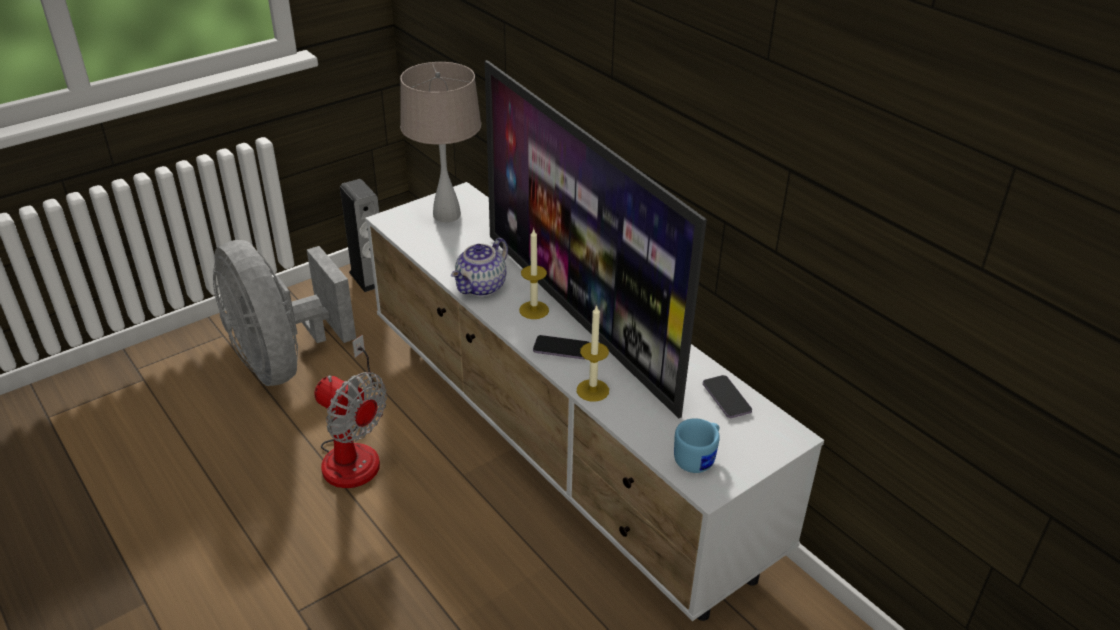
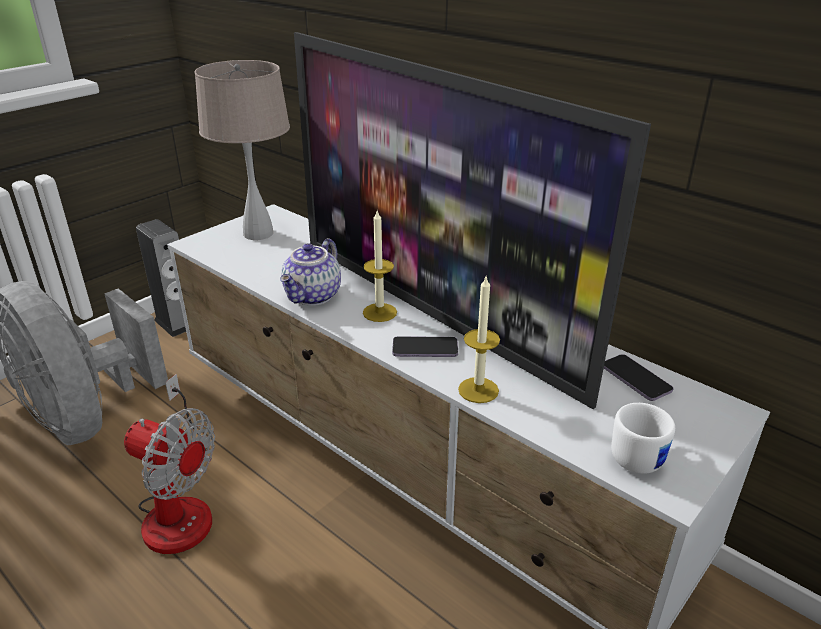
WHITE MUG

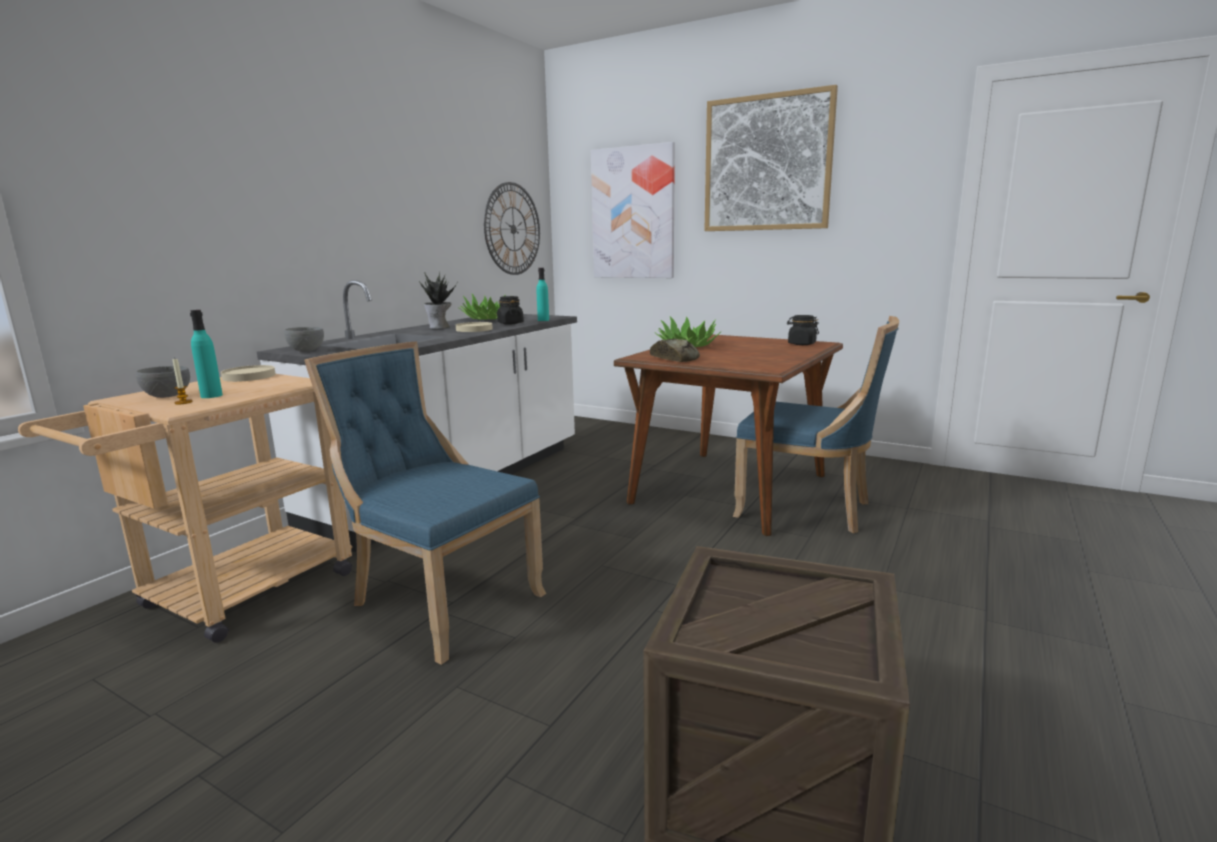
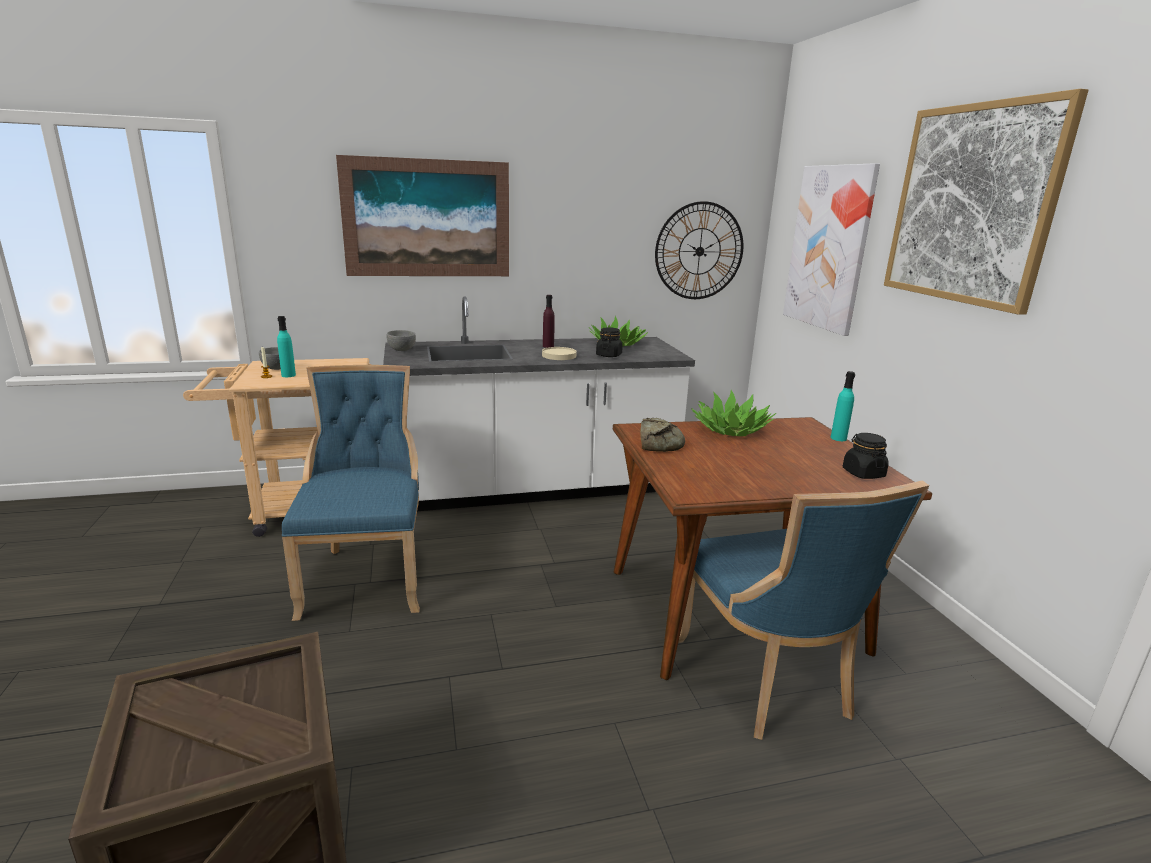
TURQUOISE BOTTLE (no. 2 from left)
PURPLE BOTTLE
BEIGE PLATE (no. 1 from left in the first image)
PICTURE (no. 1 from left)

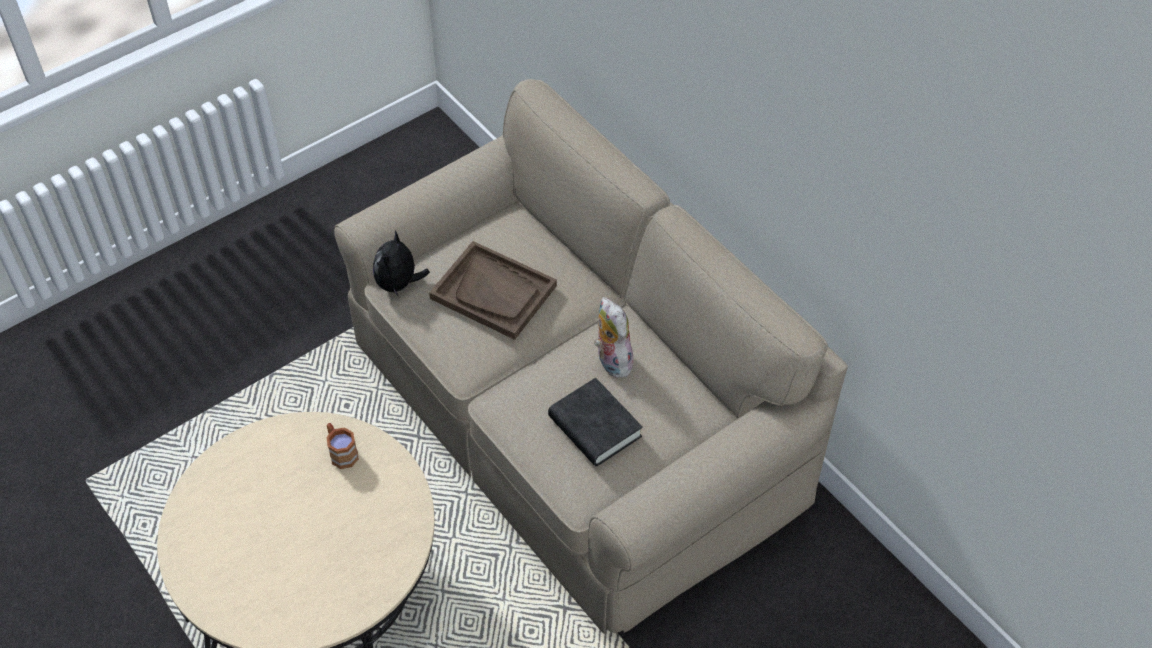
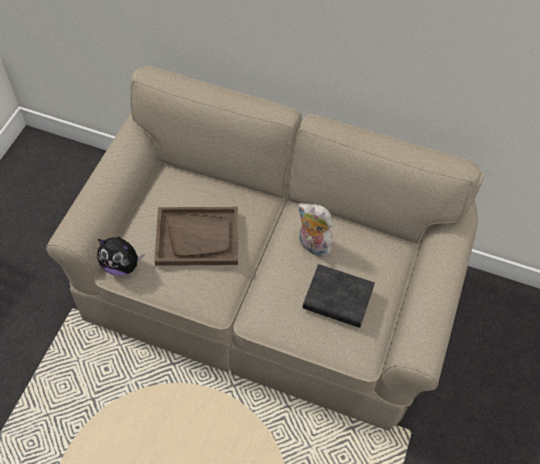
PLUSH TOY (no. 1 from left)
BROWN MUG

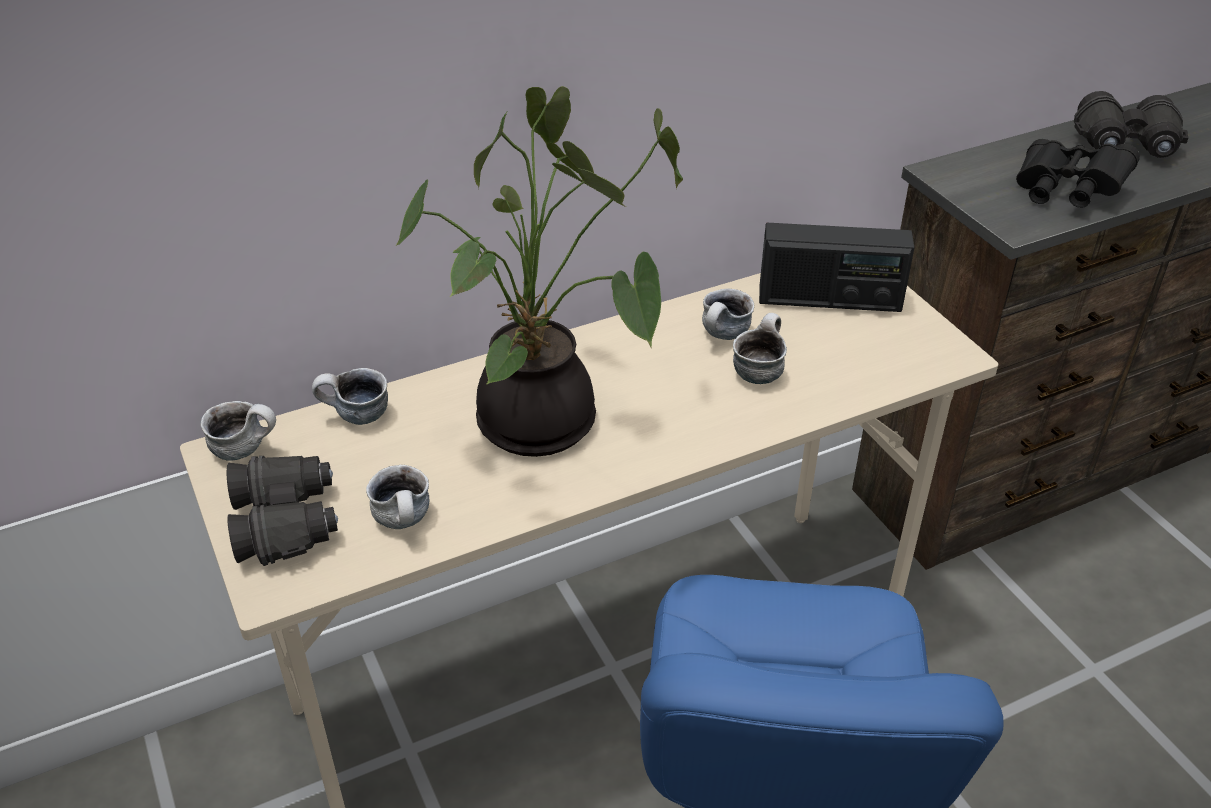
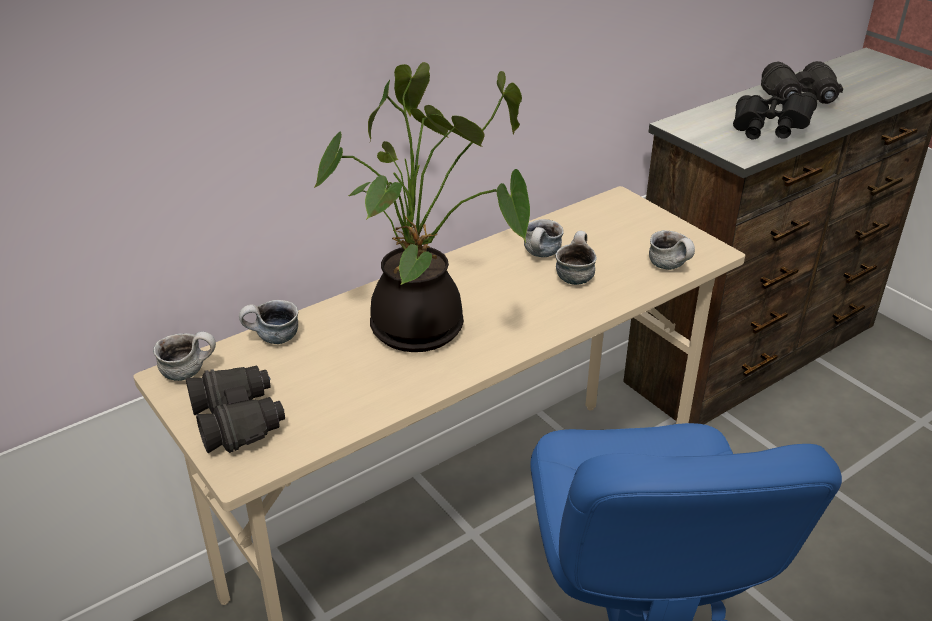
RADIO
MUG (no. 5 from left)

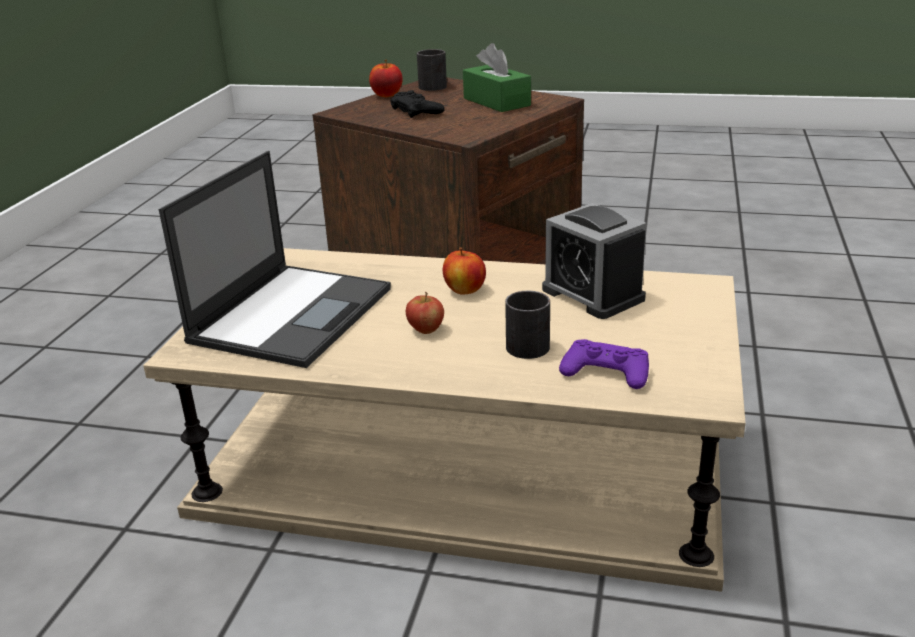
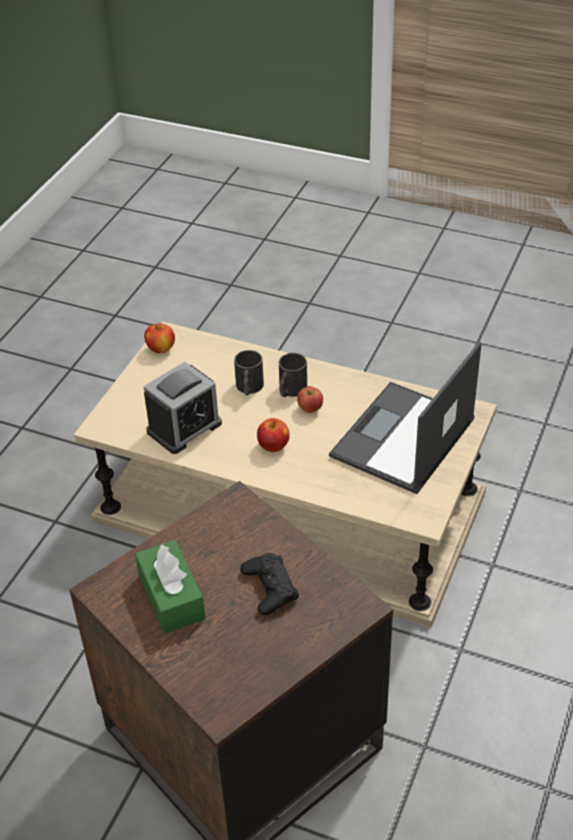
BLACK MUG (no. 2 from left)
APPLE (no. 1 from left)
ALARM CLOCK
PURPLE GAME CONTROLLER

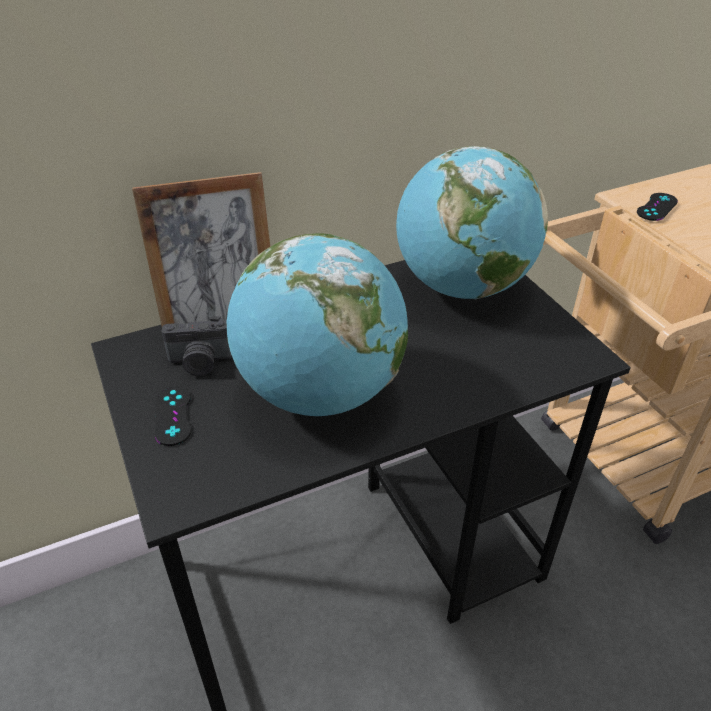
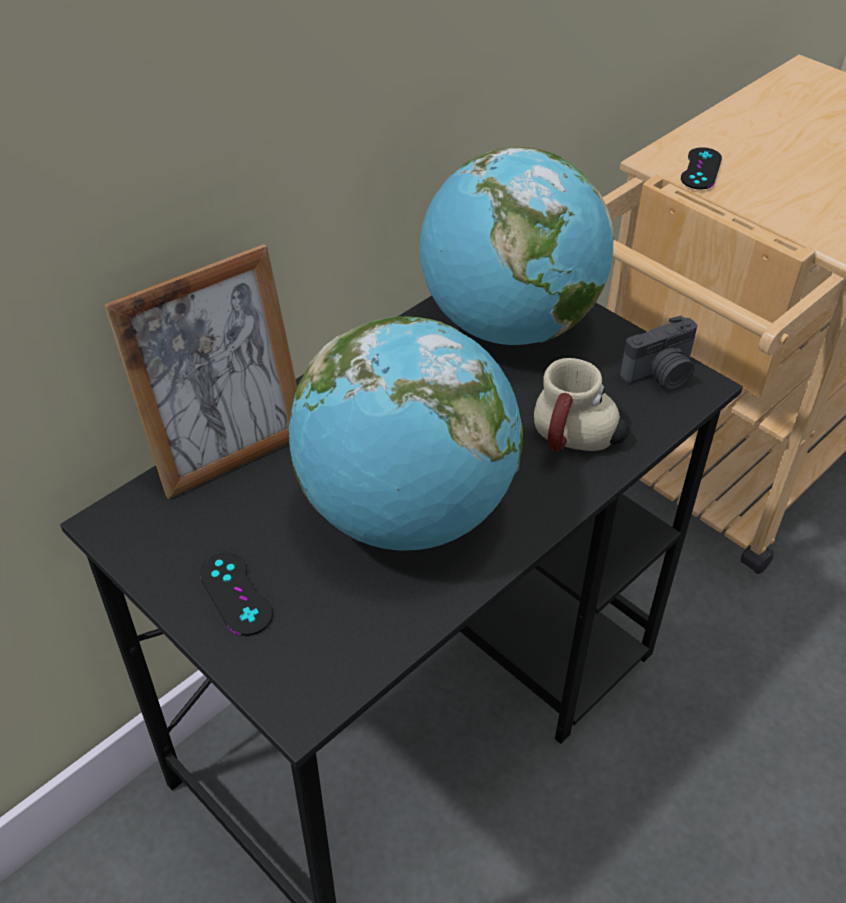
PHOTO CAMERA
MUG

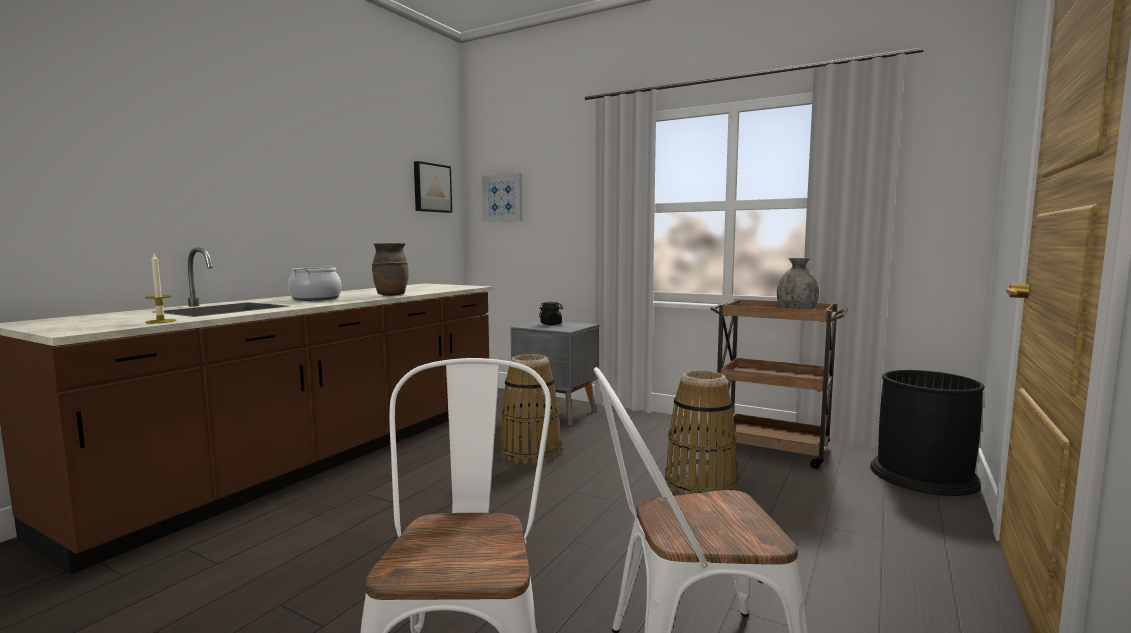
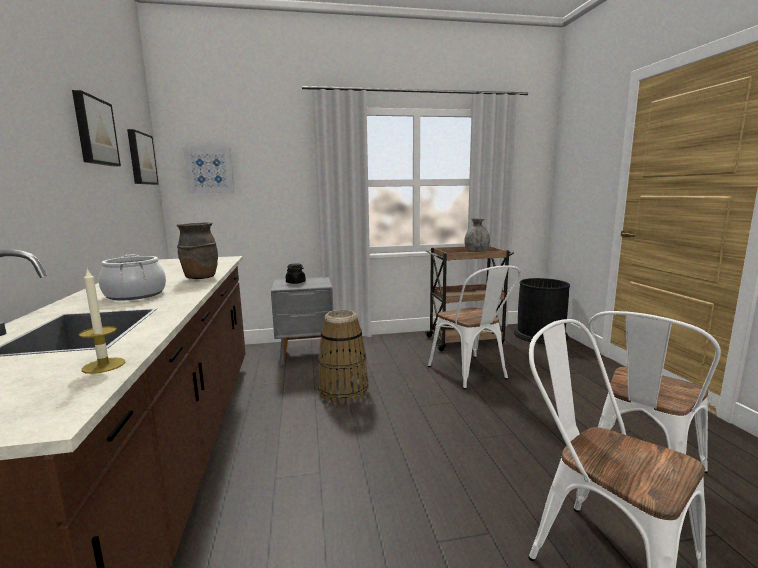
WHITE CHAIR (no. 1 from left)
PICTURE (no. 1 from left)

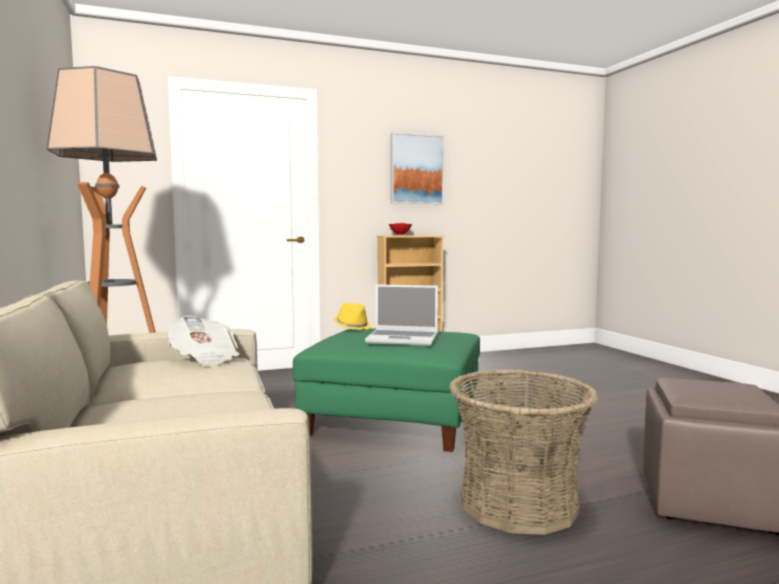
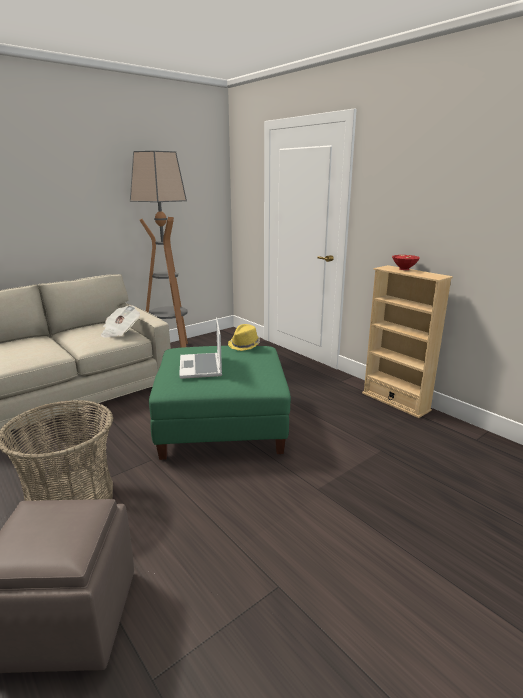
PICTURE

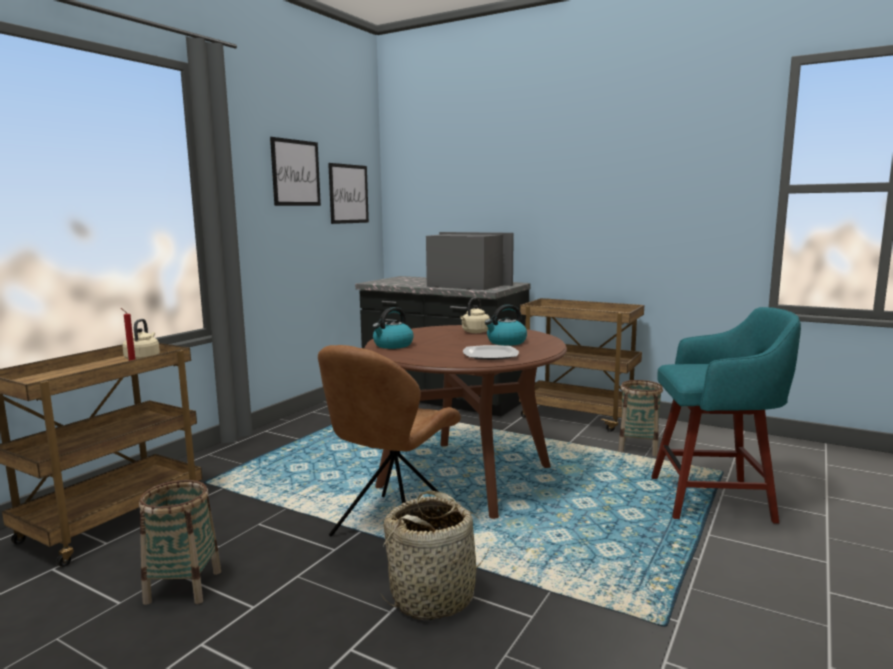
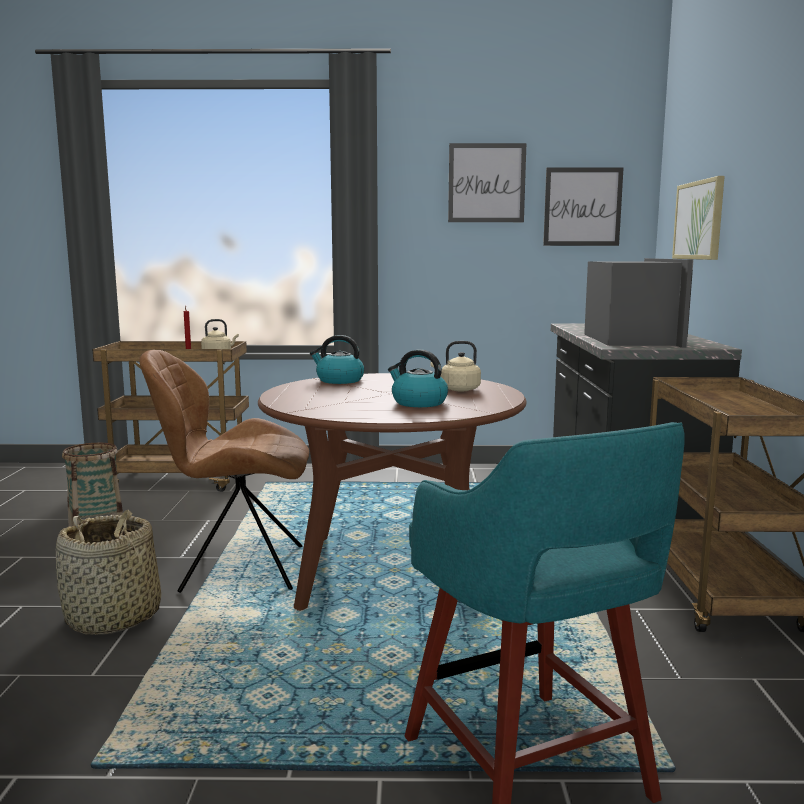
PLATE
BASKET (no. 3 from left in the first image)
PICTURE (no. 3 from left)

